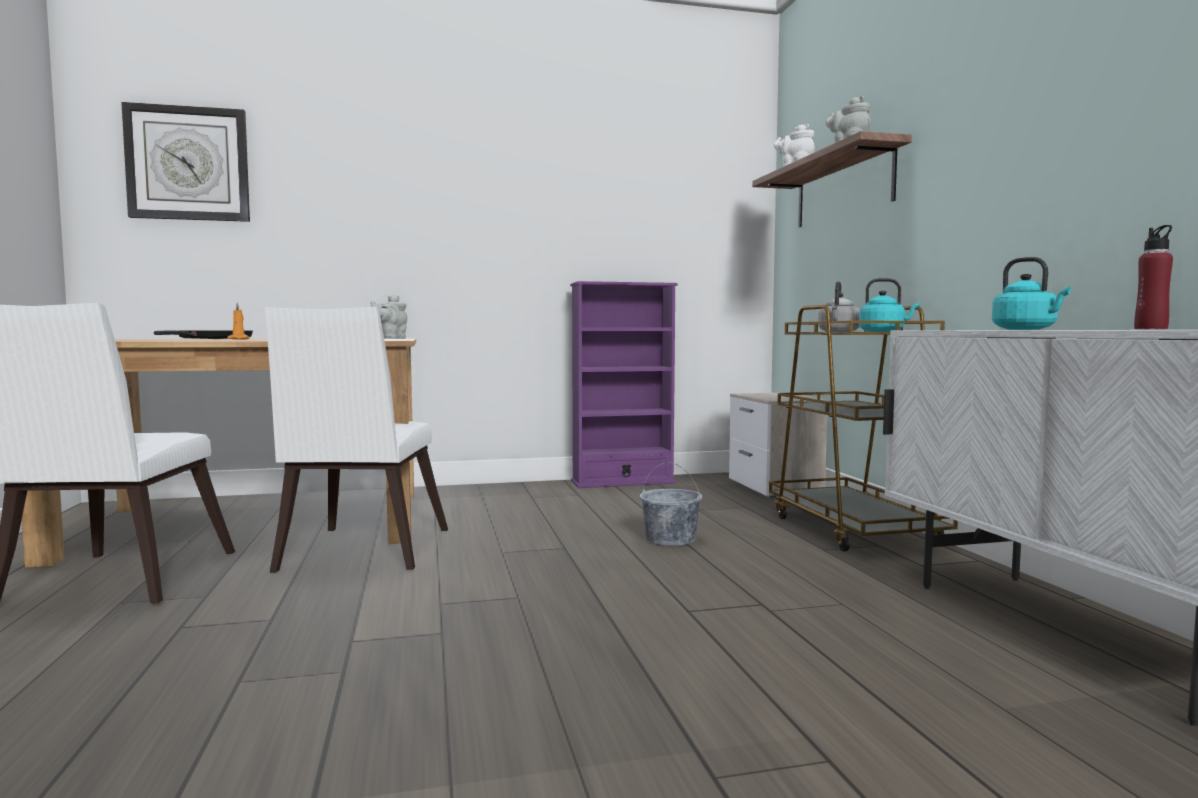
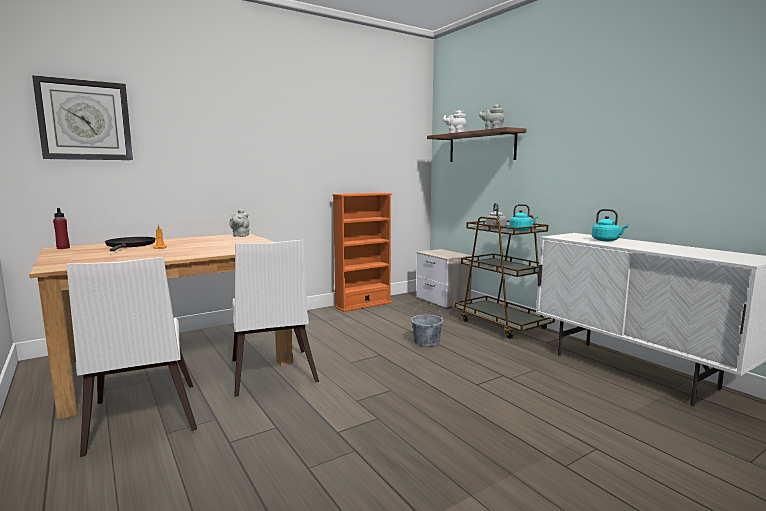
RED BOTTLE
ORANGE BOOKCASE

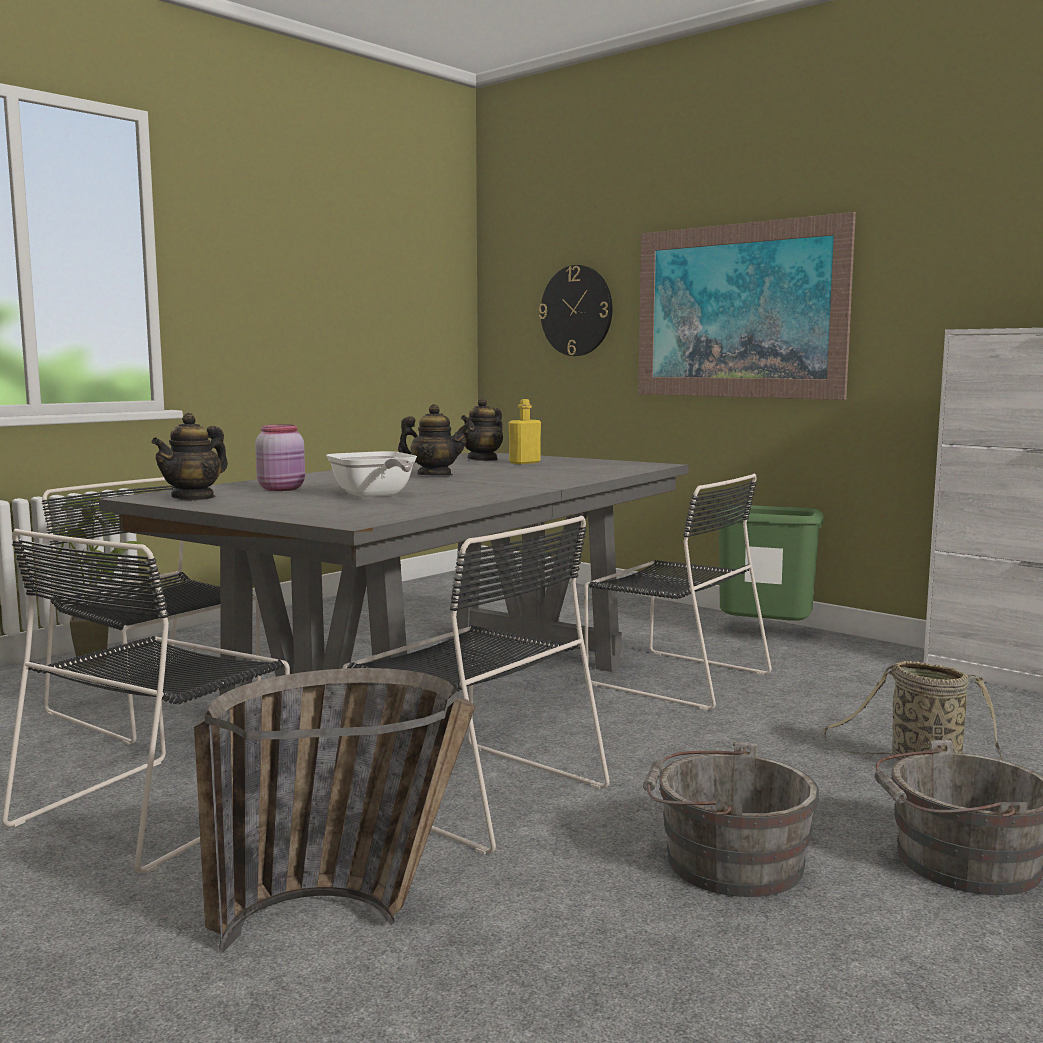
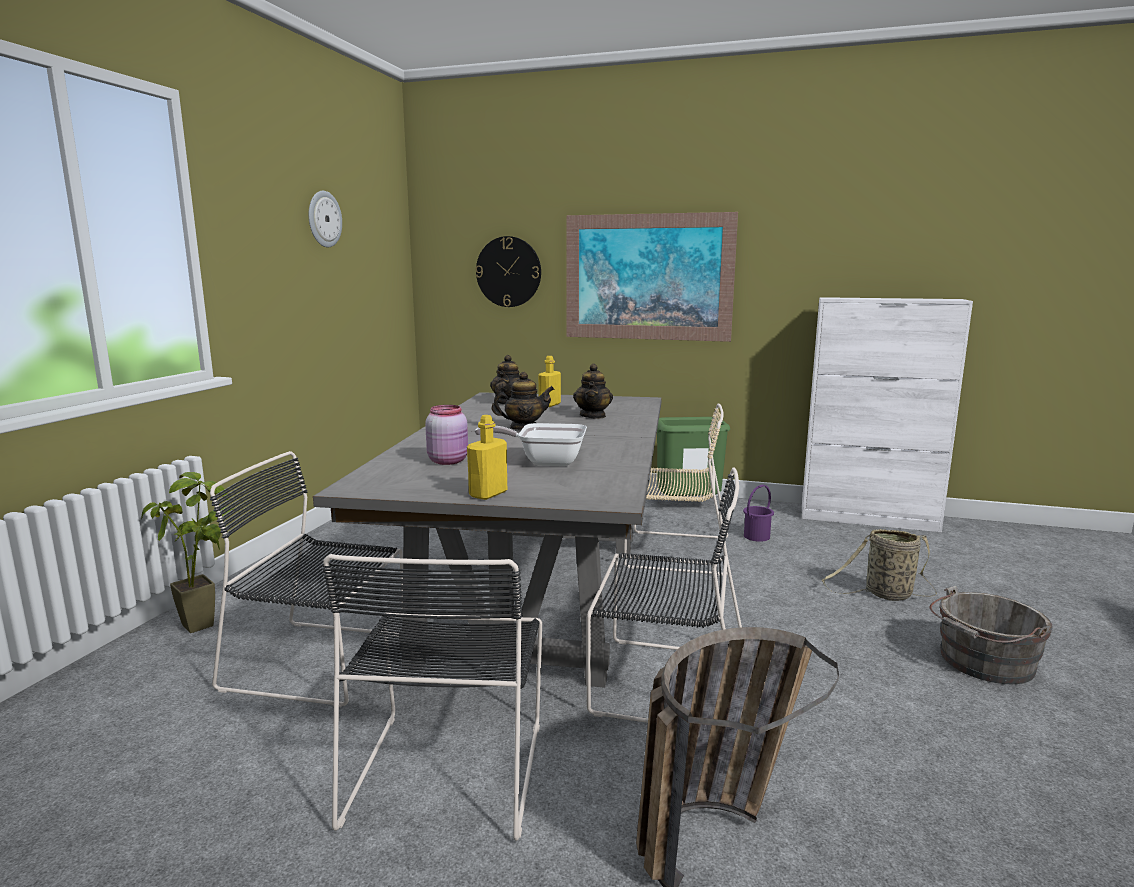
TEAPOT (no. 3 from left)
FRYING PAN
BEIGE CHAIR
GREY BUCKET (no. 1 from left in the first image)
WALL CLOCK (no. 1 from left)
YELLOW BOTTLE (no. 1 from left)
PURPLE BUCKET

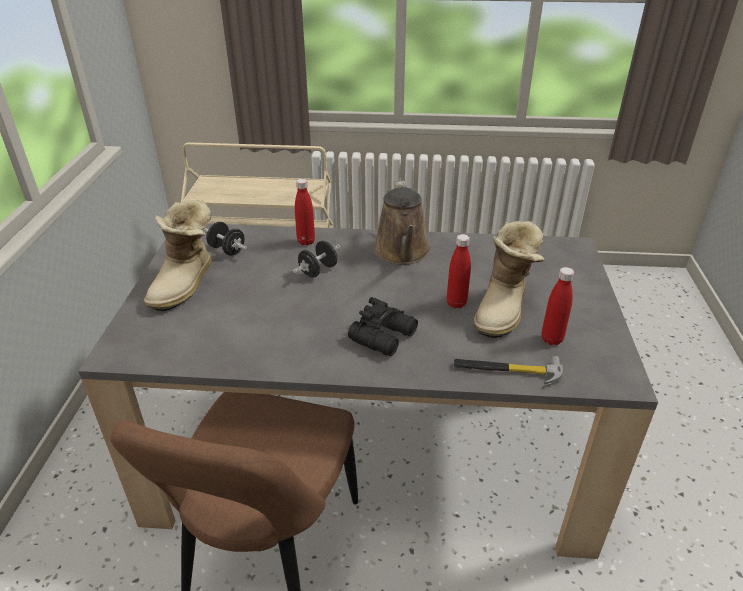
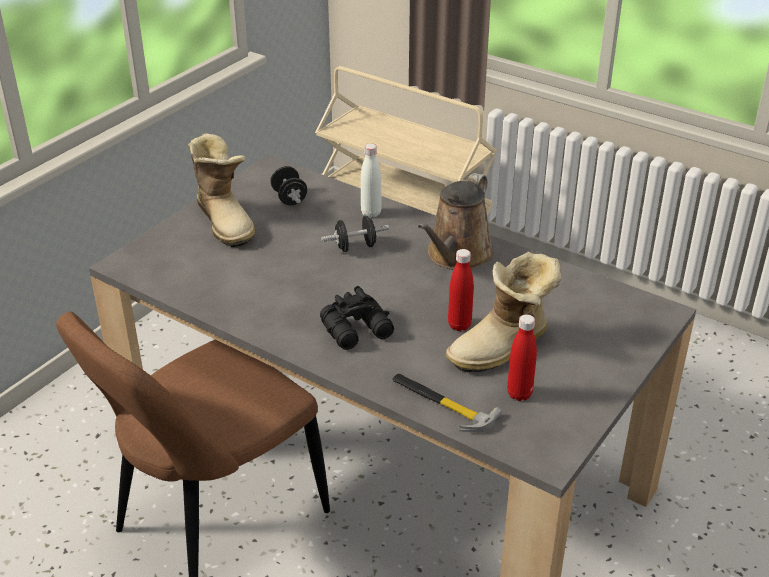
WHITE BOTTLE
BOOT (no. 1 from left)

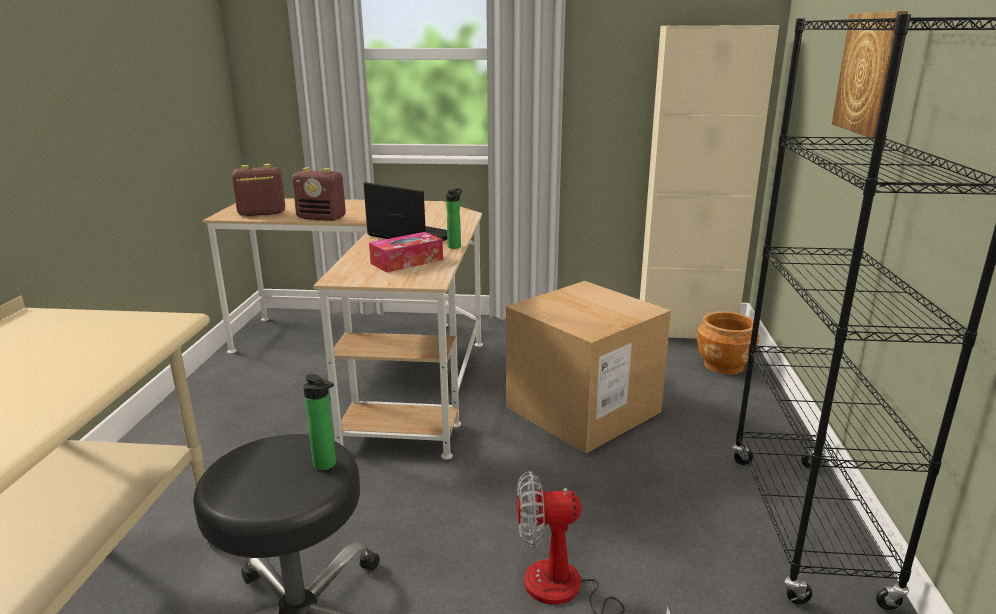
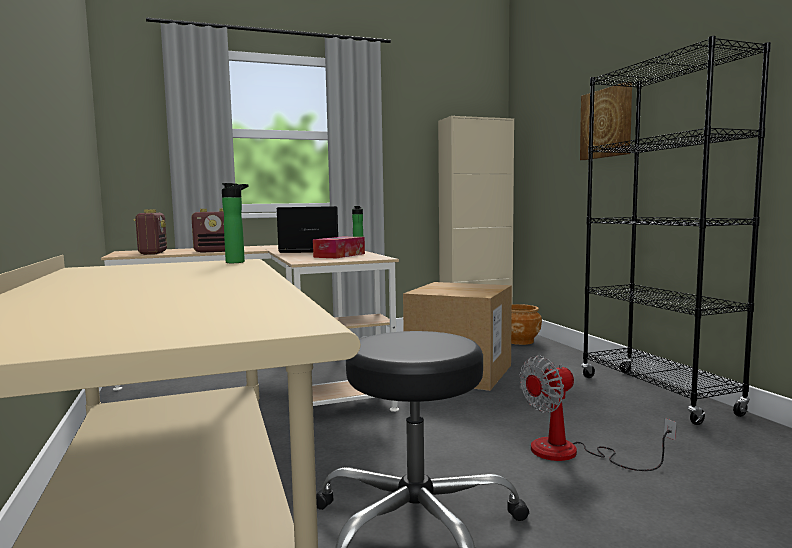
RADIO (no. 1 from left)
BOTTLE (no. 1 from left)

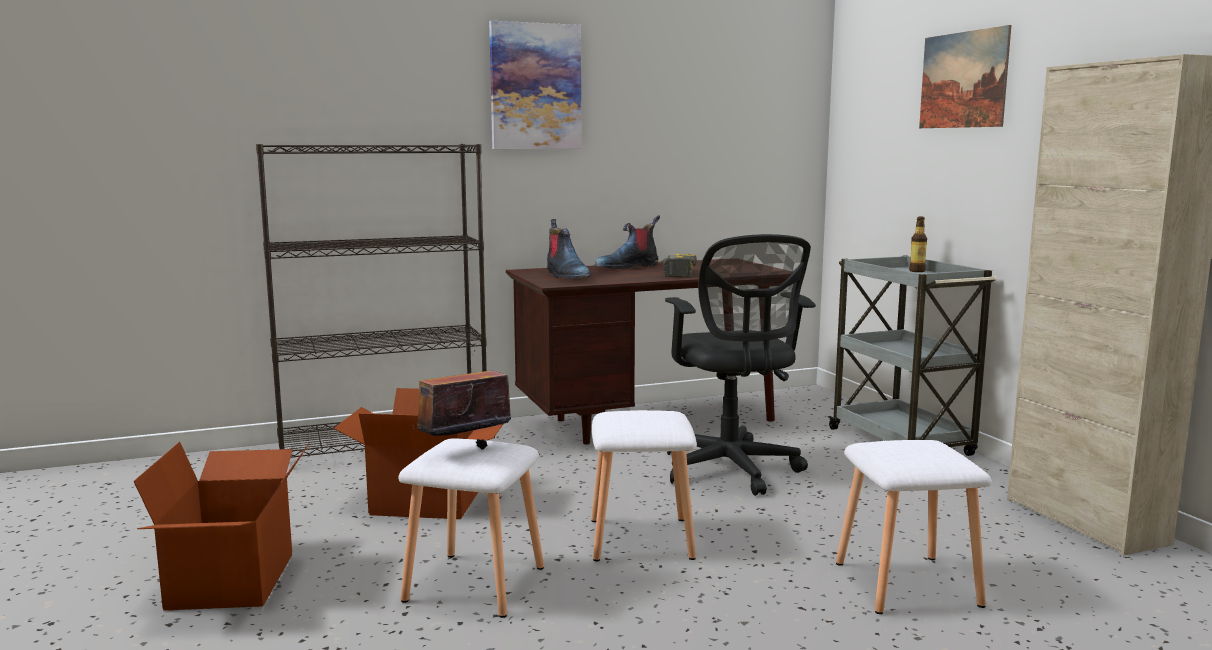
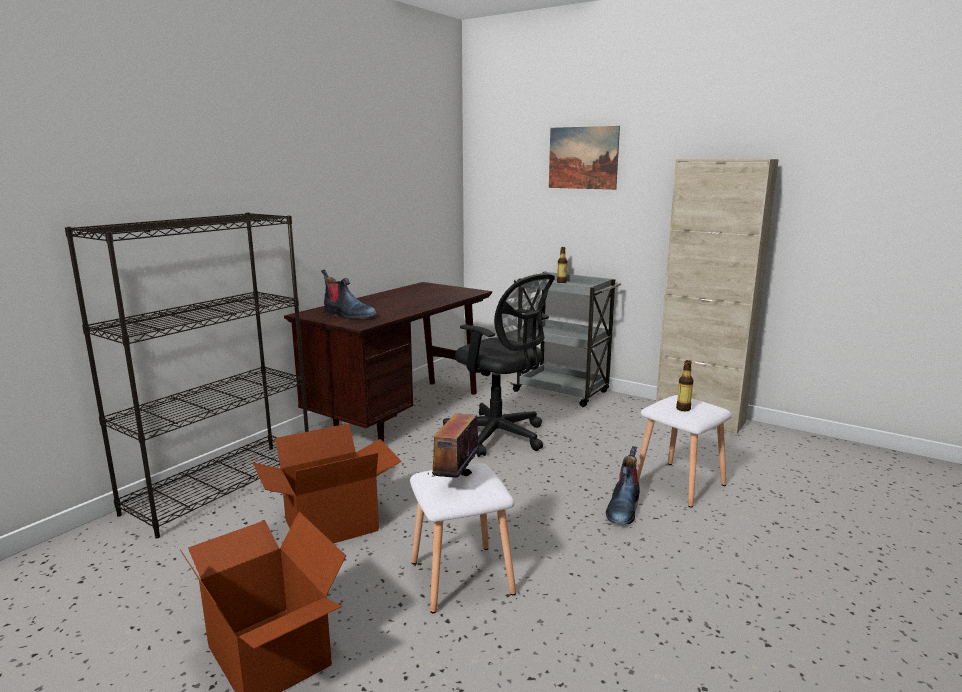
PICTURE (no. 1 from left in the first image)
BOOT (no. 2 from left)
POWER DRILL
WHITE STOOL (no. 2 from left in the first image)
BOTTLE (no. 2 from left)

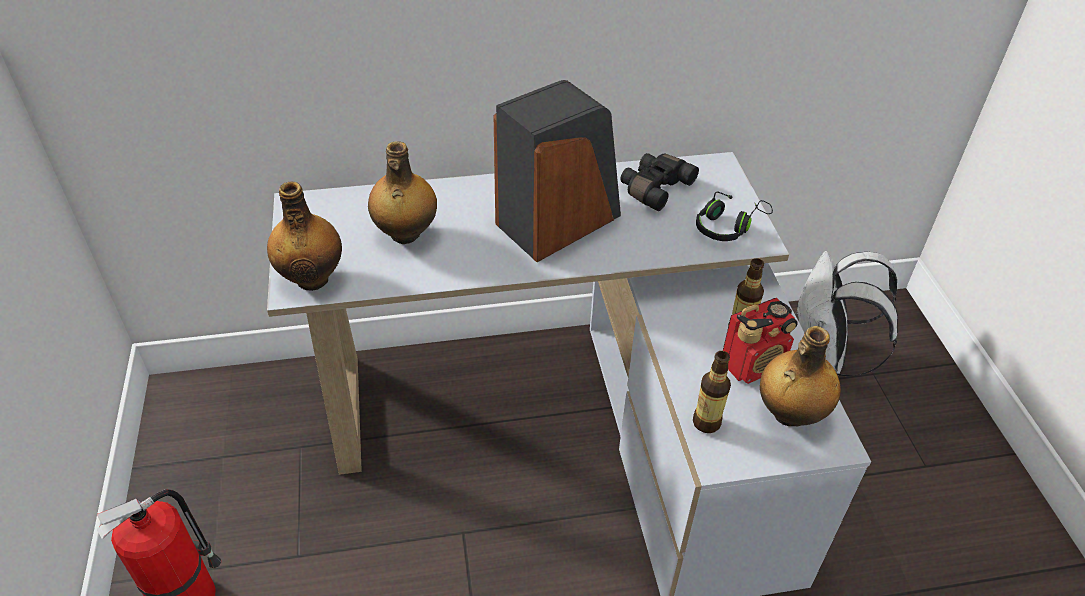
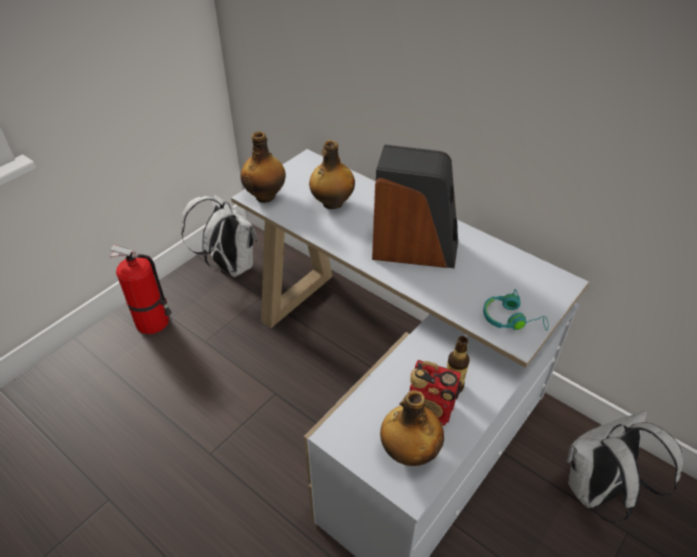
BLACK BINOCULARS
TURQUOISE HEADPHONES
BOTTLE (no. 3 from left in the first image)
WHITE BACKPACK (no. 1 from left)

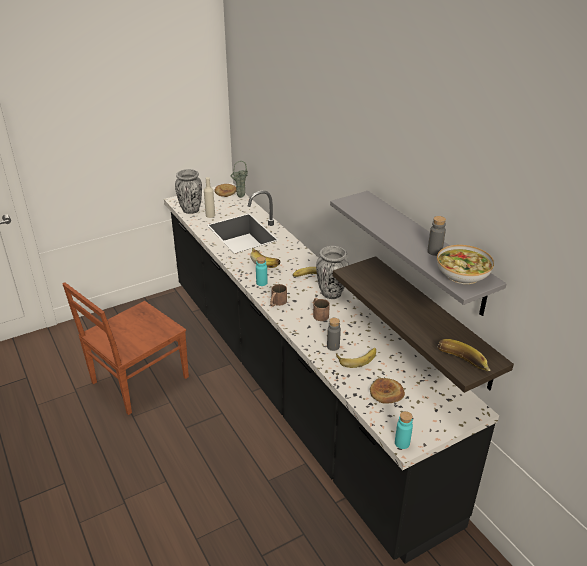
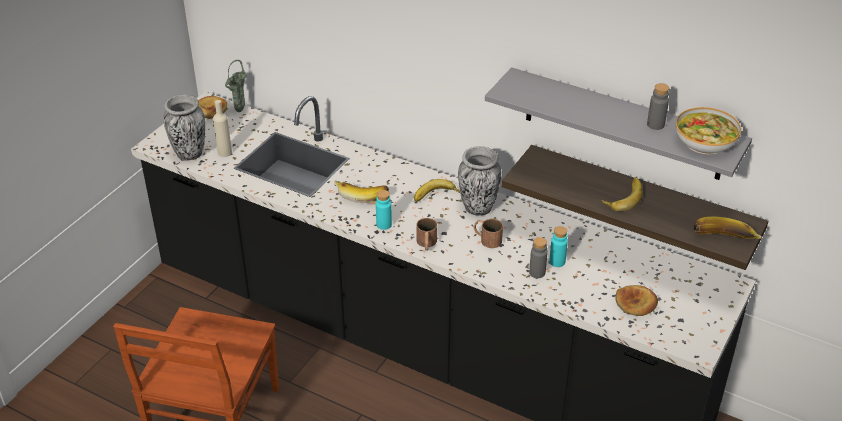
BANANA (no. 3 from left)
TURQUOISE BOTTLE (no. 2 from left)

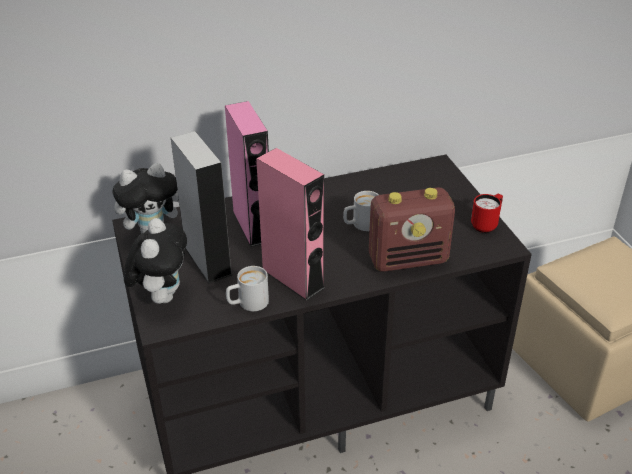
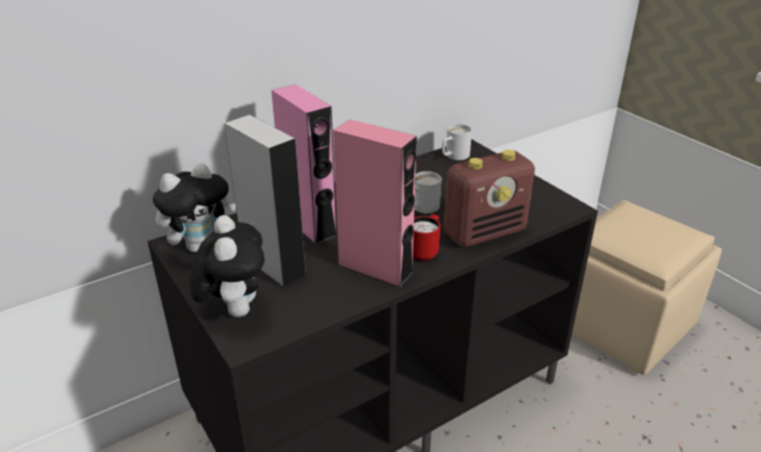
RED MUG
WHITE MUG (no. 2 from left)

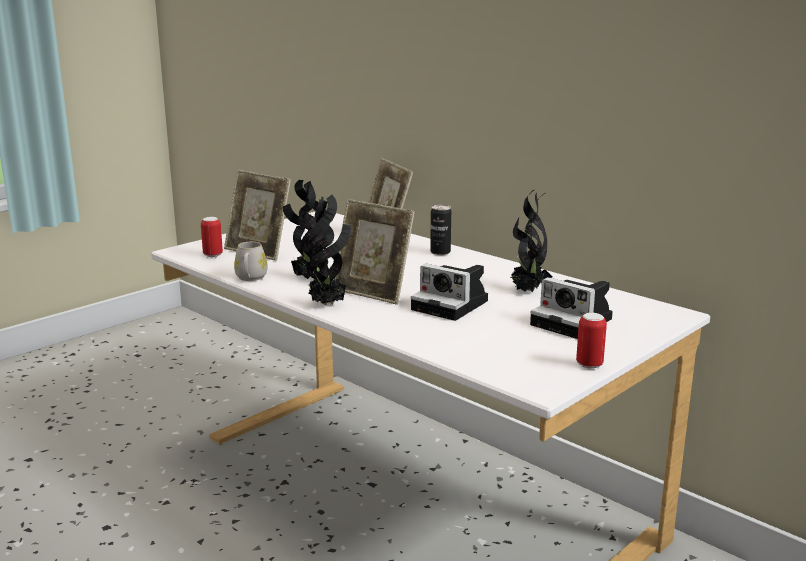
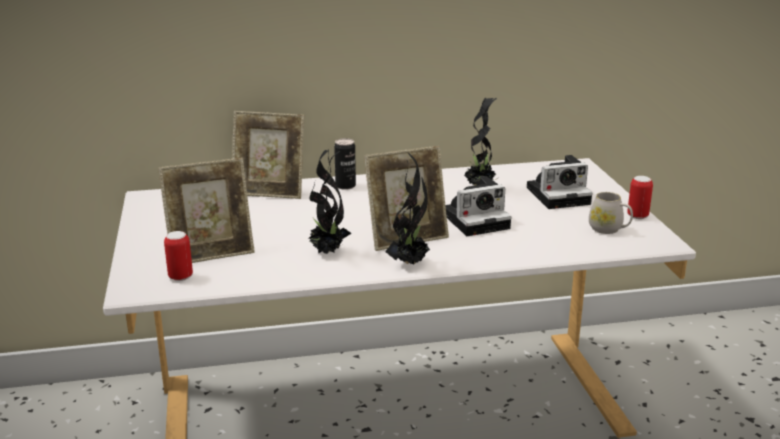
WHITE MUG

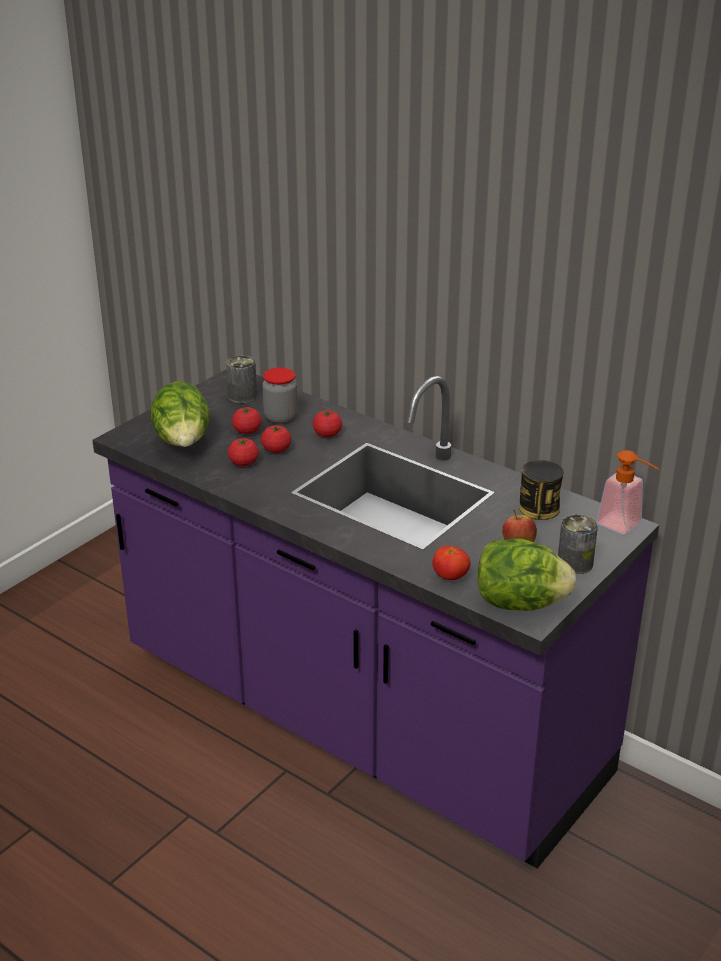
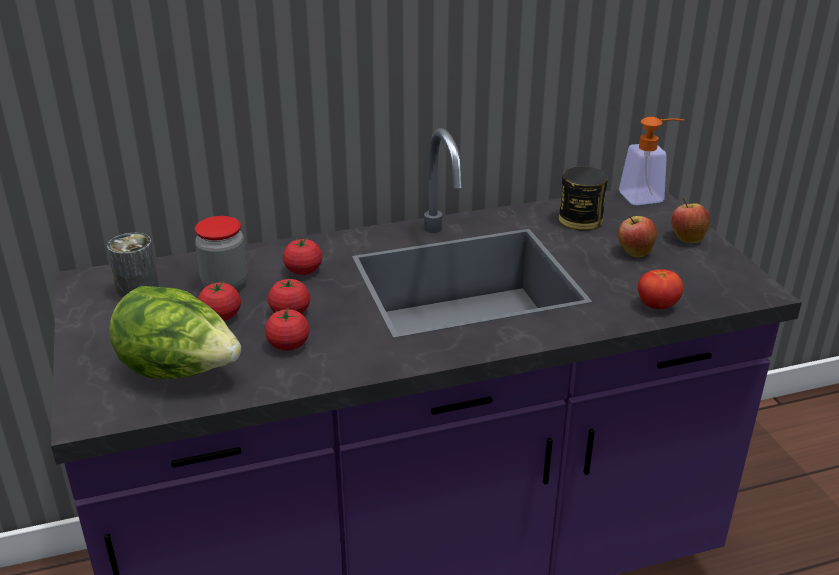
APPLE (no. 2 from left)
LETTUCE (no. 2 from left in the first image)

